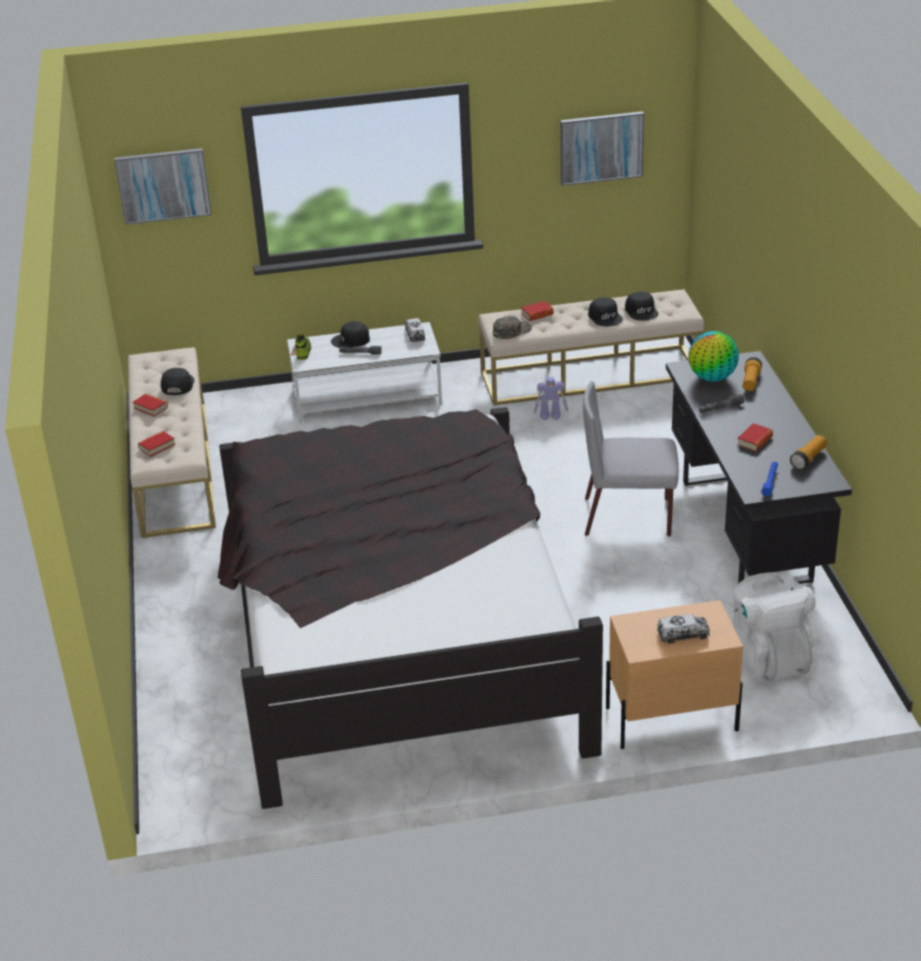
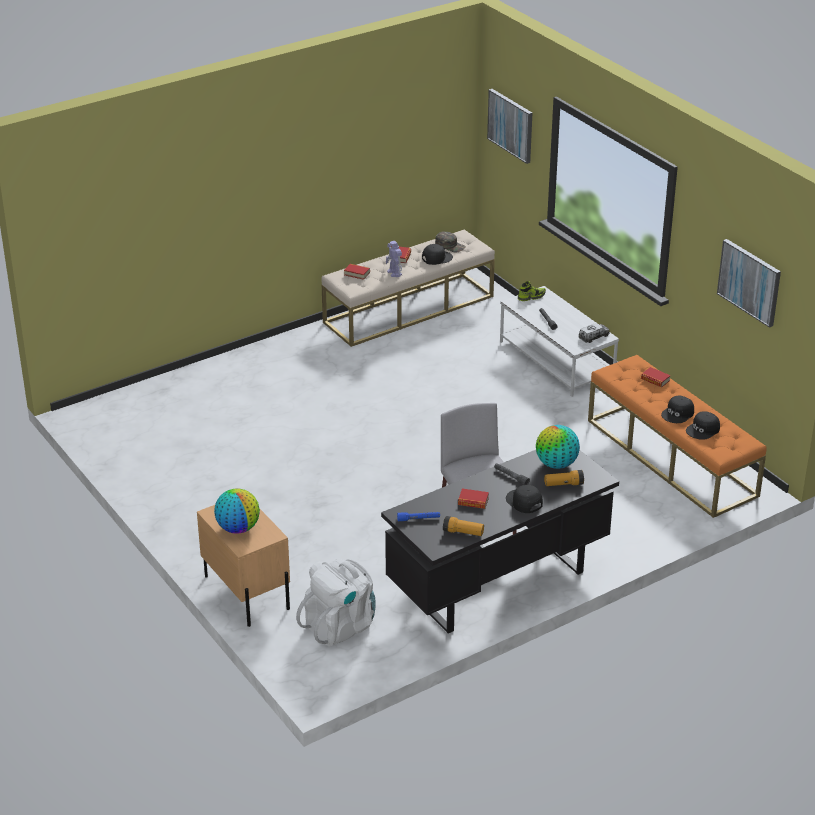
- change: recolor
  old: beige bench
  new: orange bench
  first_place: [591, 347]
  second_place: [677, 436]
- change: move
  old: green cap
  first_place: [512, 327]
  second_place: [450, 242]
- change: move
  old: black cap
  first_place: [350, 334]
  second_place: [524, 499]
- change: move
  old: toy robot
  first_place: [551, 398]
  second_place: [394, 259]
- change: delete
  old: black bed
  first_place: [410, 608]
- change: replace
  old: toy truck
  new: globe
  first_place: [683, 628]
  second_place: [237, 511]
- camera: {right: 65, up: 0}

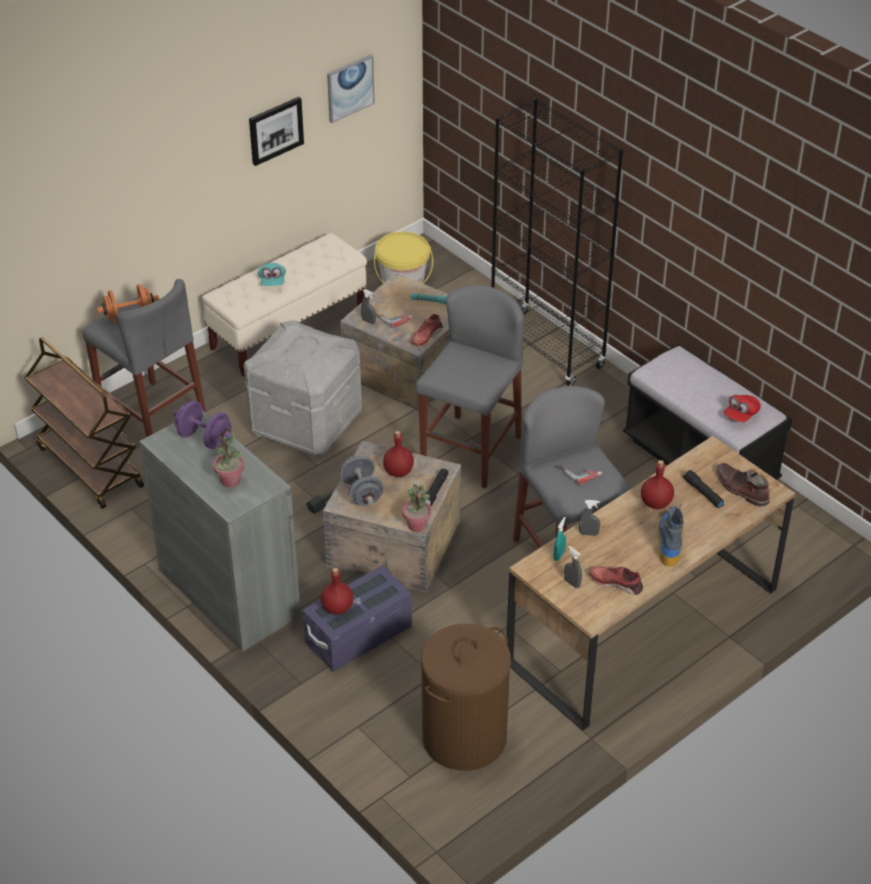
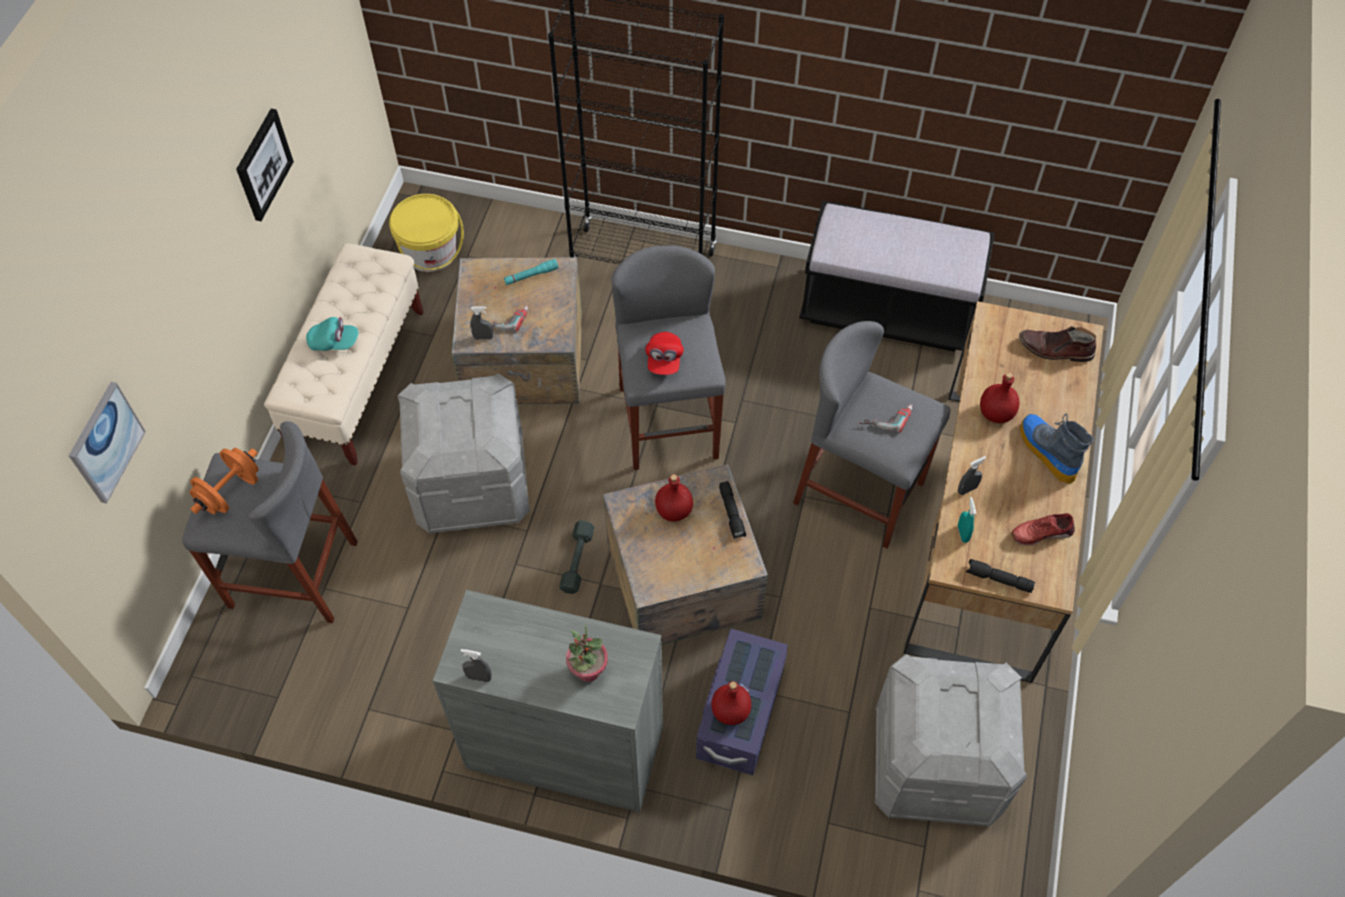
- change: move
  old: picture
  first_place: [351, 88]
  second_place: [107, 443]
- change: rotate
  old: turquoise cap
  first_place: [272, 274]
  second_place: [332, 334]
  degrees: -45
- change: delete
  old: red shoe
  first_place: [427, 330]
- change: delete
  old: brown cart
  first_place: [84, 423]
- change: move
  old: red cap
  first_place: [742, 408]
  second_place: [664, 353]
- change: delete
  old: purple dumbbell
  first_place: [202, 425]
- change: delete
  old: grey dumbbell
  first_place: [362, 480]
- change: move
  old: black flashlight
  first_place: [703, 489]
  second_place: [1000, 576]
- change: delete
  old: potted plant
  first_place: [416, 508]
- change: move
  old: grey spray bottle
  first_place: [573, 567]
  second_place: [476, 665]
- change: replace
  old: brown laundry basket
  new: grey storage box
  first_place: [466, 697]
  second_place: [951, 740]
- camera: {right: -35, up: 15}

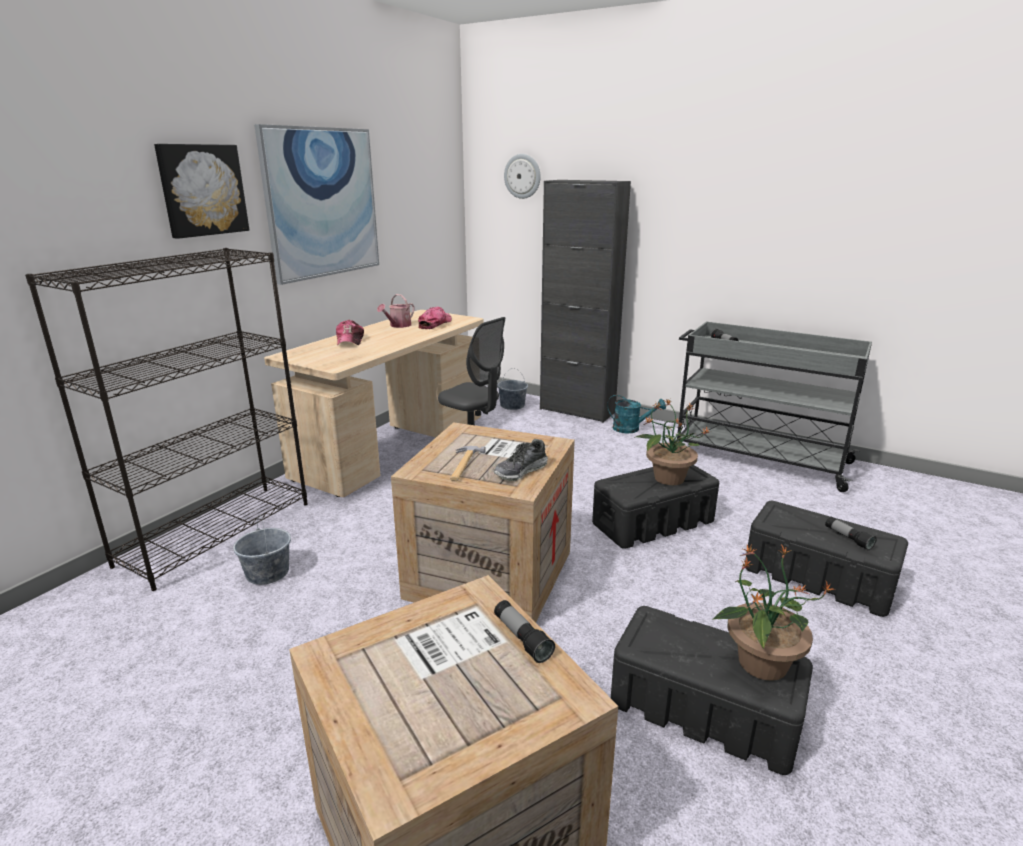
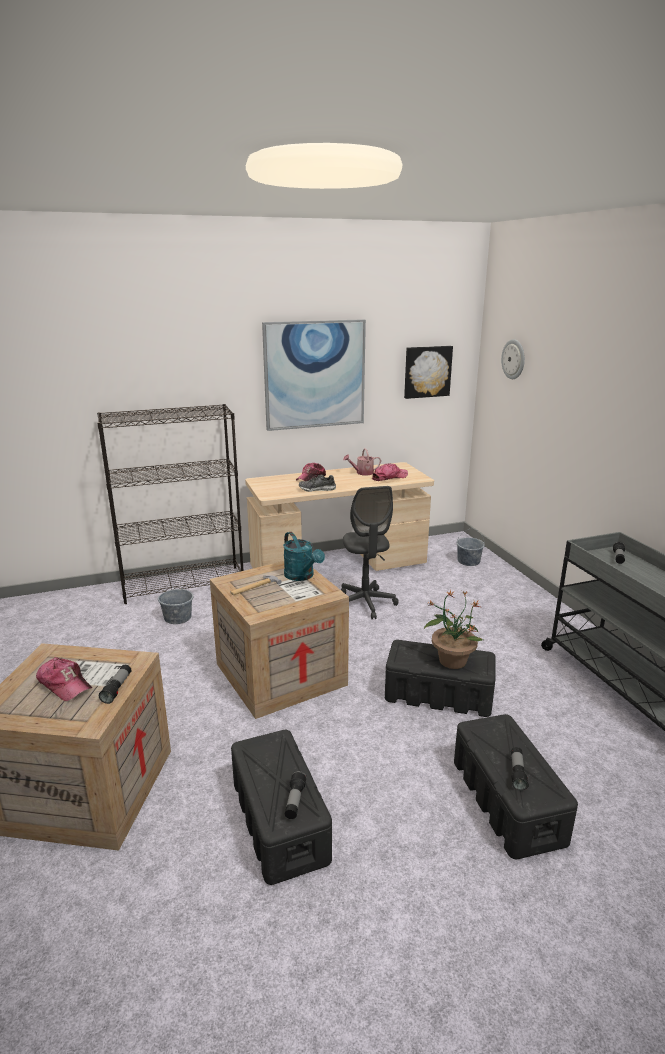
- change: move
  old: picture
  first_place: [201, 191]
  second_place: [428, 372]
- change: delete
  old: black cabinet
  first_place: [585, 301]
- change: move
  old: turquoise watering can
  first_place: [636, 414]
  second_place: [304, 556]
- change: move
  old: shoe
  first_place: [521, 460]
  second_place: [317, 483]
- change: replace
  old: potted plant
  new: flashlight
  first_place: [773, 613]
  second_place: [296, 795]
- change: insert
  new: cap
  second_place: [64, 679]
- camera: {right: 40, up: 0}

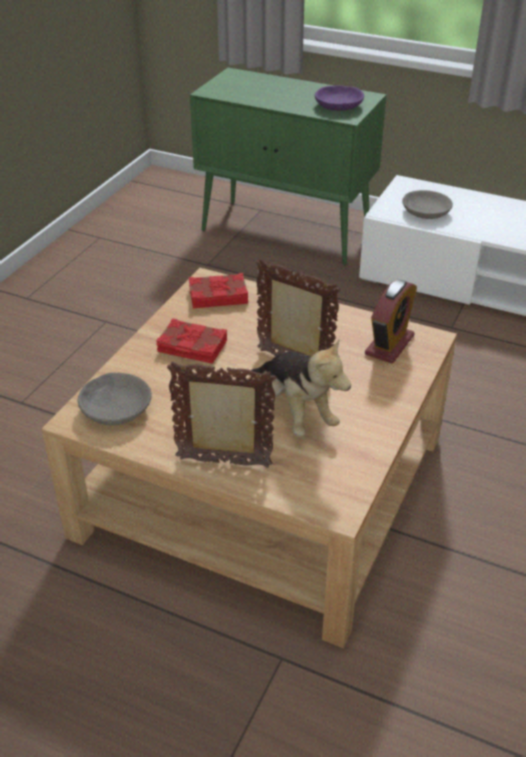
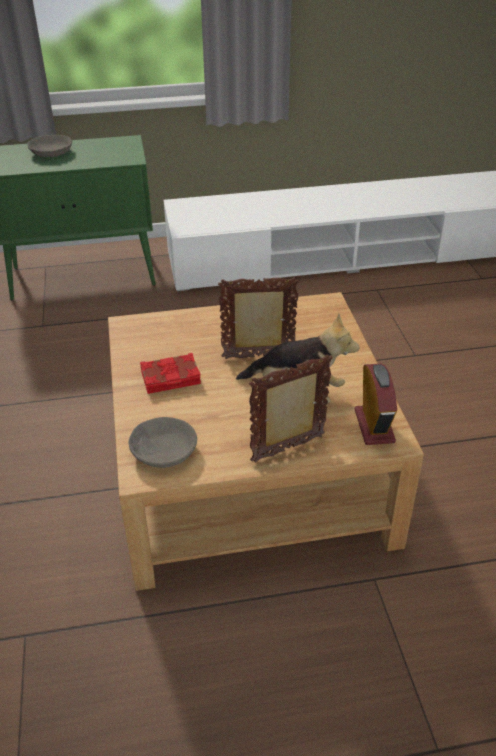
- change: delete
  old: purple bowl
  first_place: [339, 98]
- change: move
  old: grey bowl
  first_place: [427, 204]
  second_place: [49, 146]
- change: delete
  old: red book
  first_place: [218, 290]
- change: move
  old: alarm clock
  first_place: [391, 321]
  second_place: [376, 404]
- camera: {right: -35, up: 0}

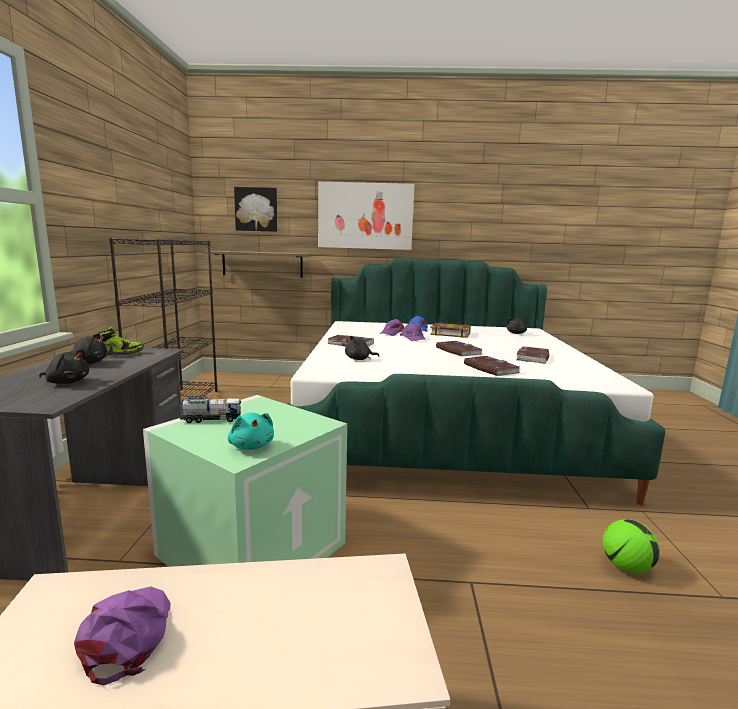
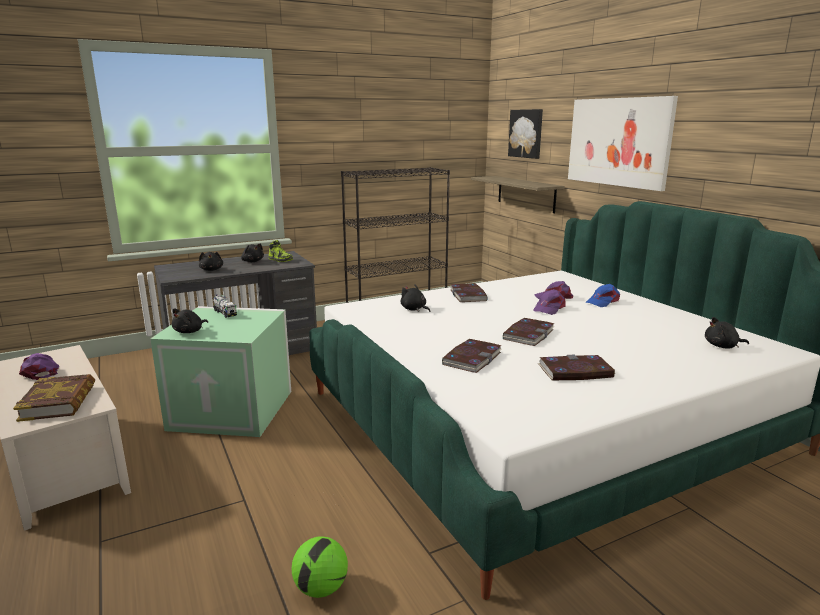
- change: move
  old: book
  first_place: [450, 330]
  second_place: [54, 398]
- change: recolor
  old: turquoise plush toy
  new: black plush toy
  first_place: [251, 431]
  second_place: [190, 320]
- change: rotate
  old: purple cap
  first_place: [122, 635]
  second_place: [39, 366]
  degrees: -90
- camera: {right: 60, up: 5}

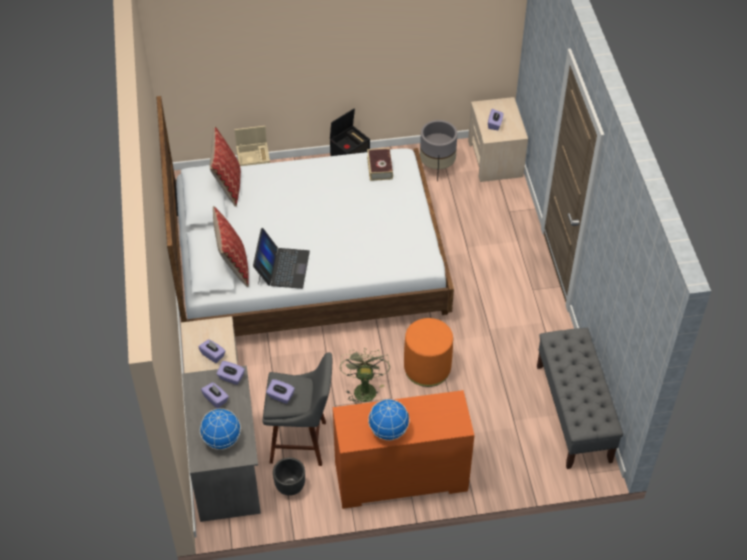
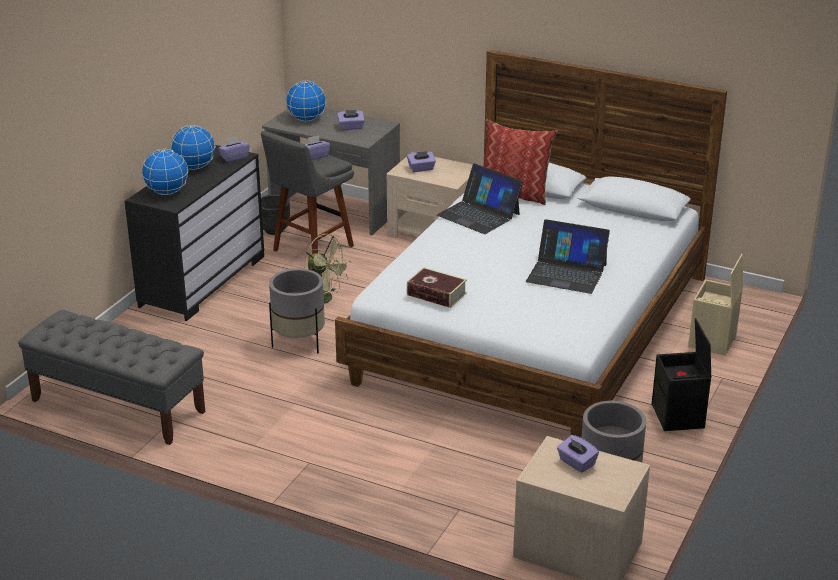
- change: delete
  old: pillow
  first_place: [225, 166]
- change: move
  old: book
  first_place: [380, 164]
  second_place: [437, 287]
- change: replace
  old: orange ottoman
  new: grey planter
  first_place: [428, 352]
  second_place: [297, 310]
- change: move
  old: purple tissue box
  first_place: [230, 373]
  second_place: [234, 149]
- change: recolor
  old: orange dresser
  new: black dresser
  first_place: [404, 449]
  second_place: [194, 233]
- change: insert
  new: globe
  second_place: [165, 172]
- change: insert
  new: laptop
  second_place: [568, 256]
- camera: {right: 125, up: -20}

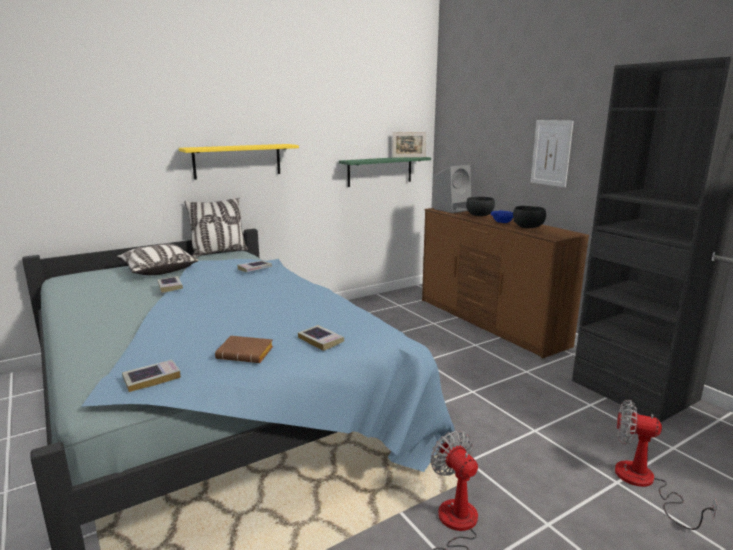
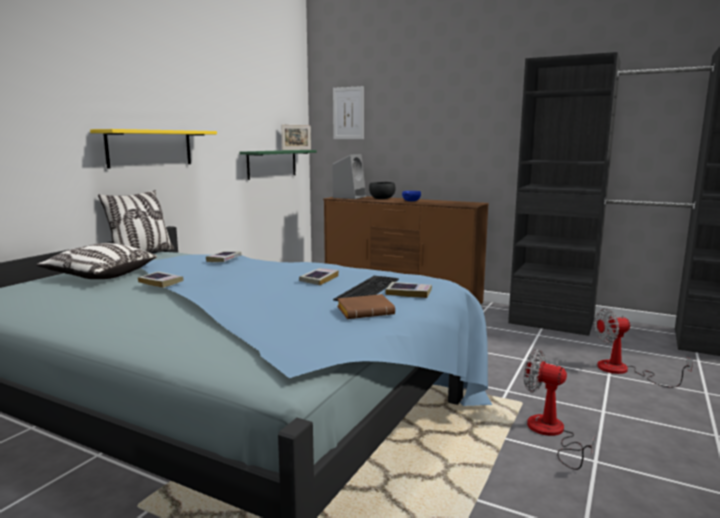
- change: move
  old: picture
  first_place: [552, 153]
  second_place: [348, 112]
- change: delete
  old: black bowl
  first_place: [529, 217]
- change: move
  old: book
  first_place: [151, 376]
  second_place: [319, 276]
- change: insert
  new: keyboard
  second_place: [366, 288]
- camera: {right: -30, up: -5}

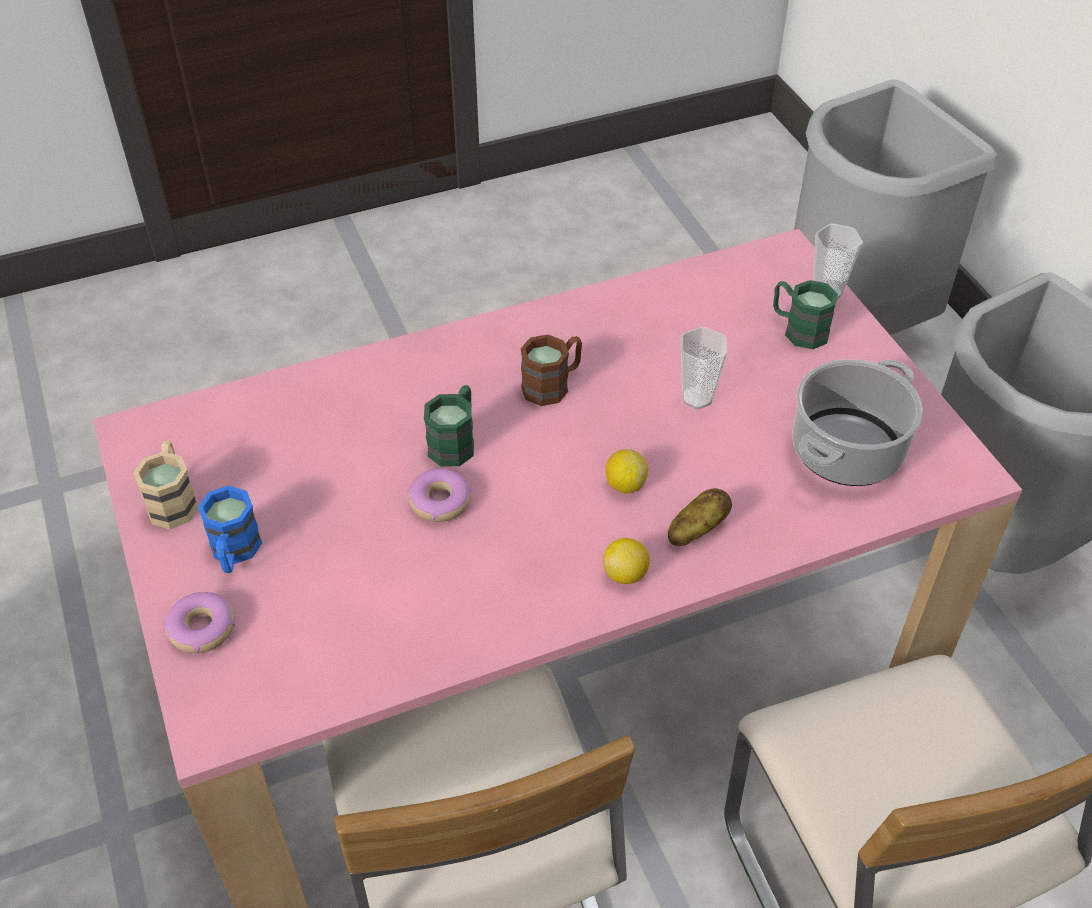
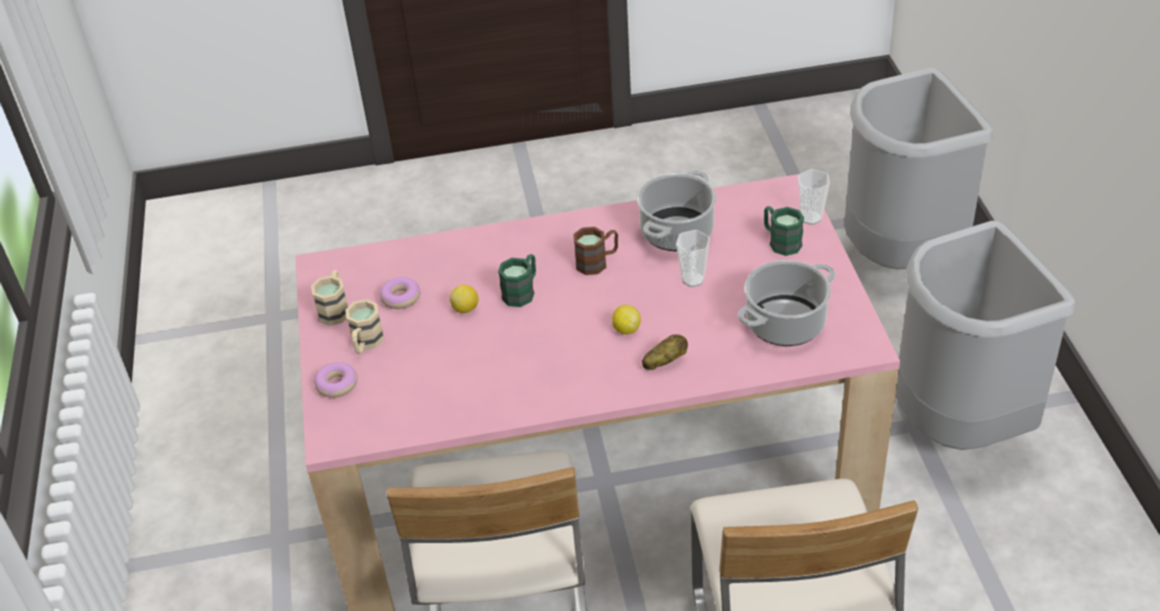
- change: move
  old: donut
  first_place: [440, 495]
  second_place: [400, 293]
- change: recolor
  old: blue mug
  new: beige mug
  first_place: [230, 529]
  second_place: [364, 326]
- change: move
  old: lemon
  first_place: [626, 561]
  second_place: [464, 299]
- change: insert
  new: cooking pot
  second_place: [676, 211]
- camera: {right: 15, up: -5}

